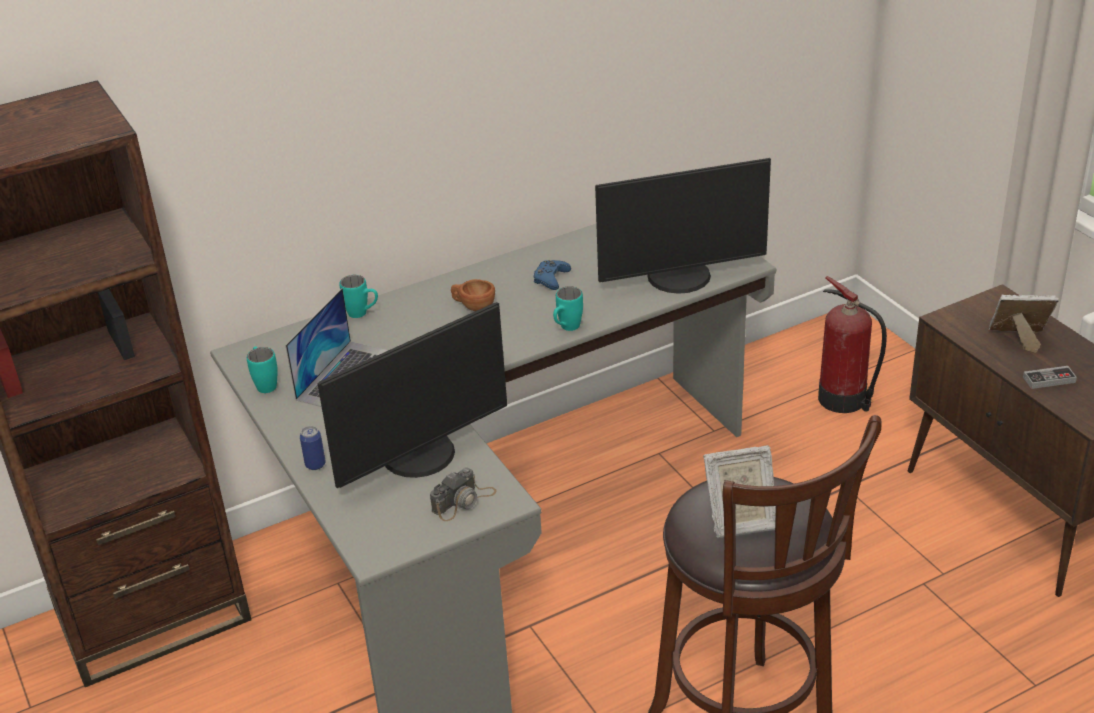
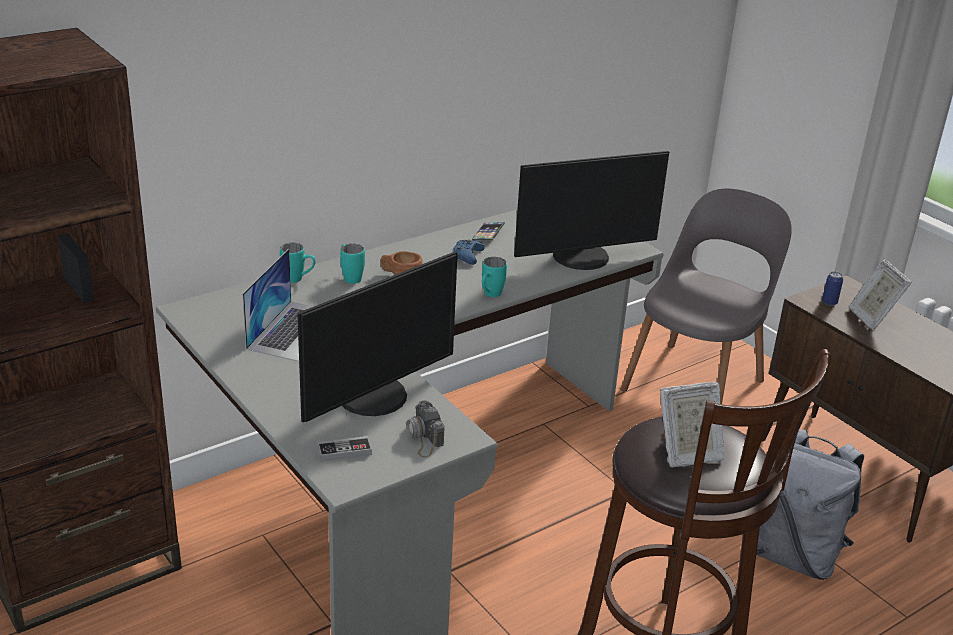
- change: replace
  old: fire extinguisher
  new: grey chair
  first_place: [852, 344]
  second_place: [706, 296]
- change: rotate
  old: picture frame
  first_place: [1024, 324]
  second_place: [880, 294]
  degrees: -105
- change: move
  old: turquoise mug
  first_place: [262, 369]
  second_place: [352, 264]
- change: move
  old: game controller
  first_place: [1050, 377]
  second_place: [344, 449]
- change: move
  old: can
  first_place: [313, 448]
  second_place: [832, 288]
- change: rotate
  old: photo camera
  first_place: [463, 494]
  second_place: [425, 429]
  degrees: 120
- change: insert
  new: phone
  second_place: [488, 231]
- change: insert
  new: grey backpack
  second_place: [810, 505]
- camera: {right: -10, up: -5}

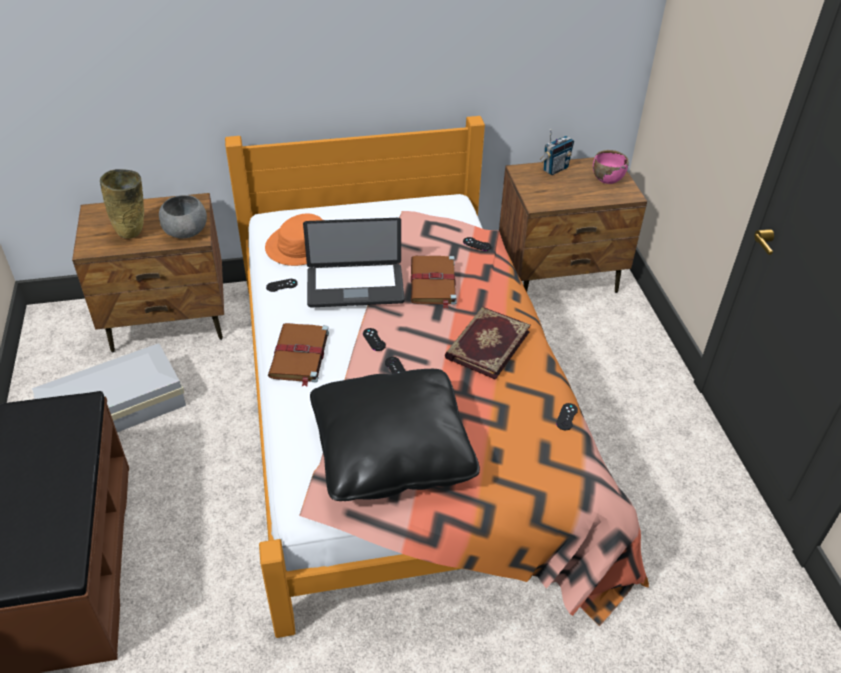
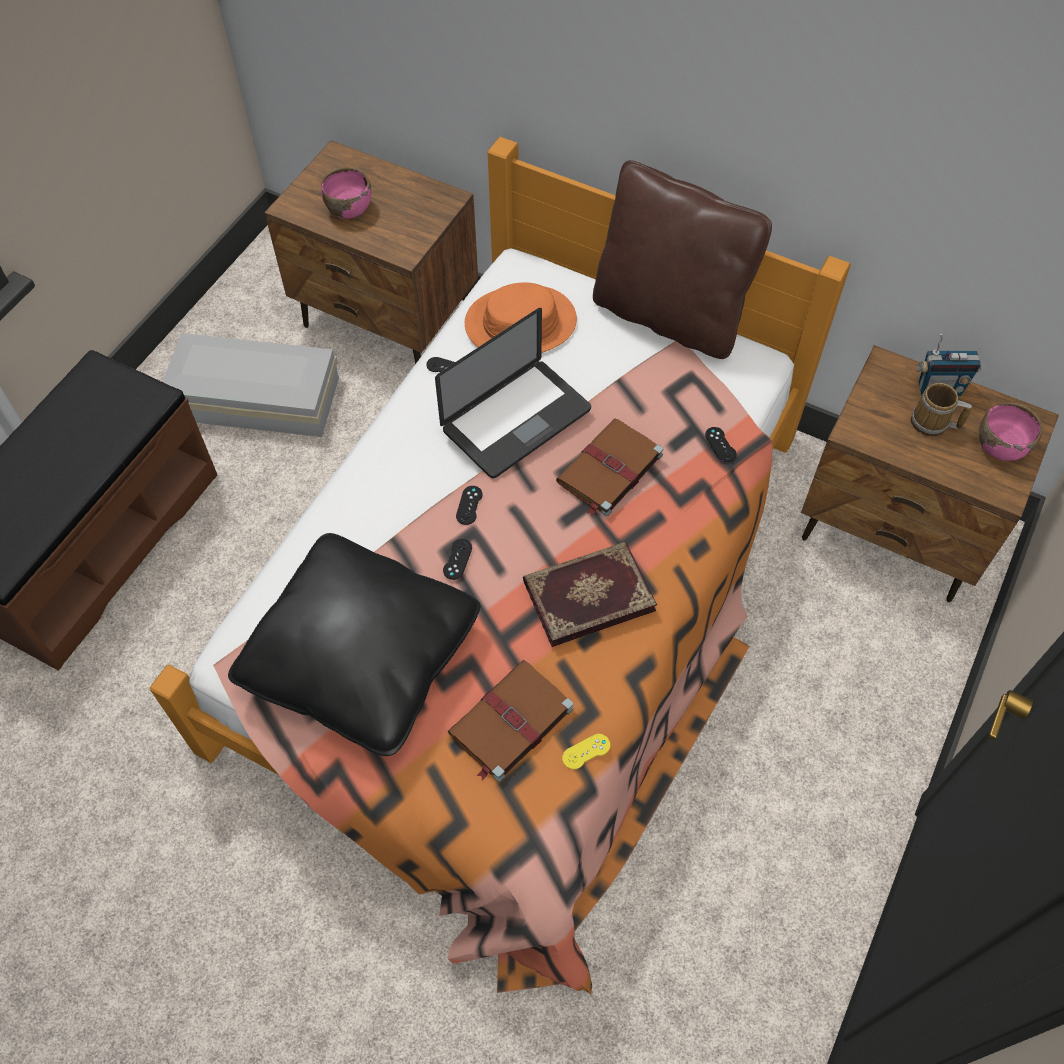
- change: replace
  old: beige vase
  new: pink bowl
  first_place: [122, 204]
  second_place: [346, 193]
- change: delete
  old: grey bowl
  first_place: [183, 216]
- change: rotate
  old: laptop
  first_place: [354, 262]
  second_place: [513, 393]
  degrees: -75
- change: move
  old: brown book
  first_place: [298, 355]
  second_place: [510, 721]
- change: recolor
  old: black game controller
  new: yellow game controller
  first_place: [567, 416]
  second_place: [586, 751]
- change: insert
  new: brown pillow
  second_place: [682, 259]
- change: insert
  new: mug
  second_place: [941, 409]
- camera: {right: 40, up: 15}

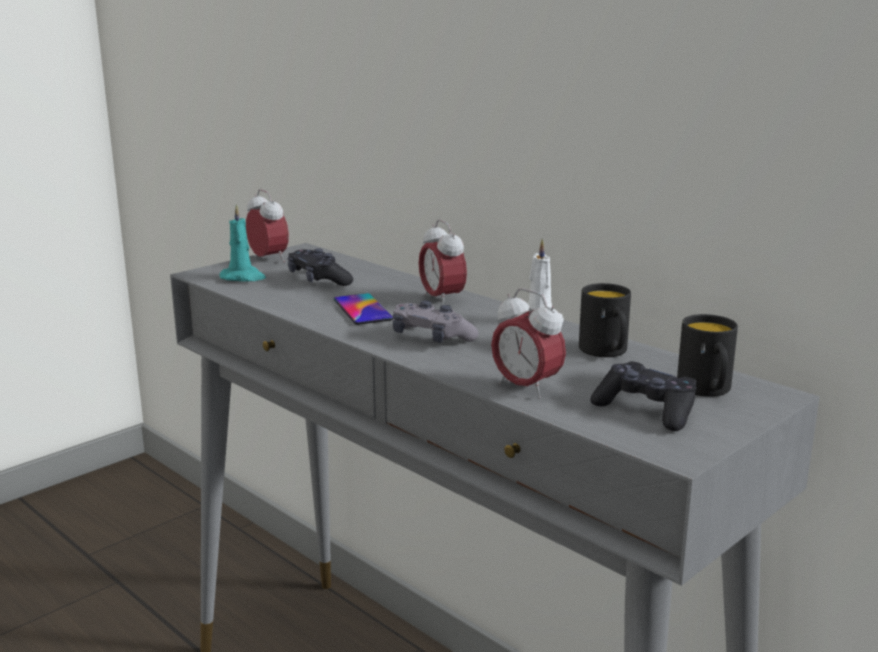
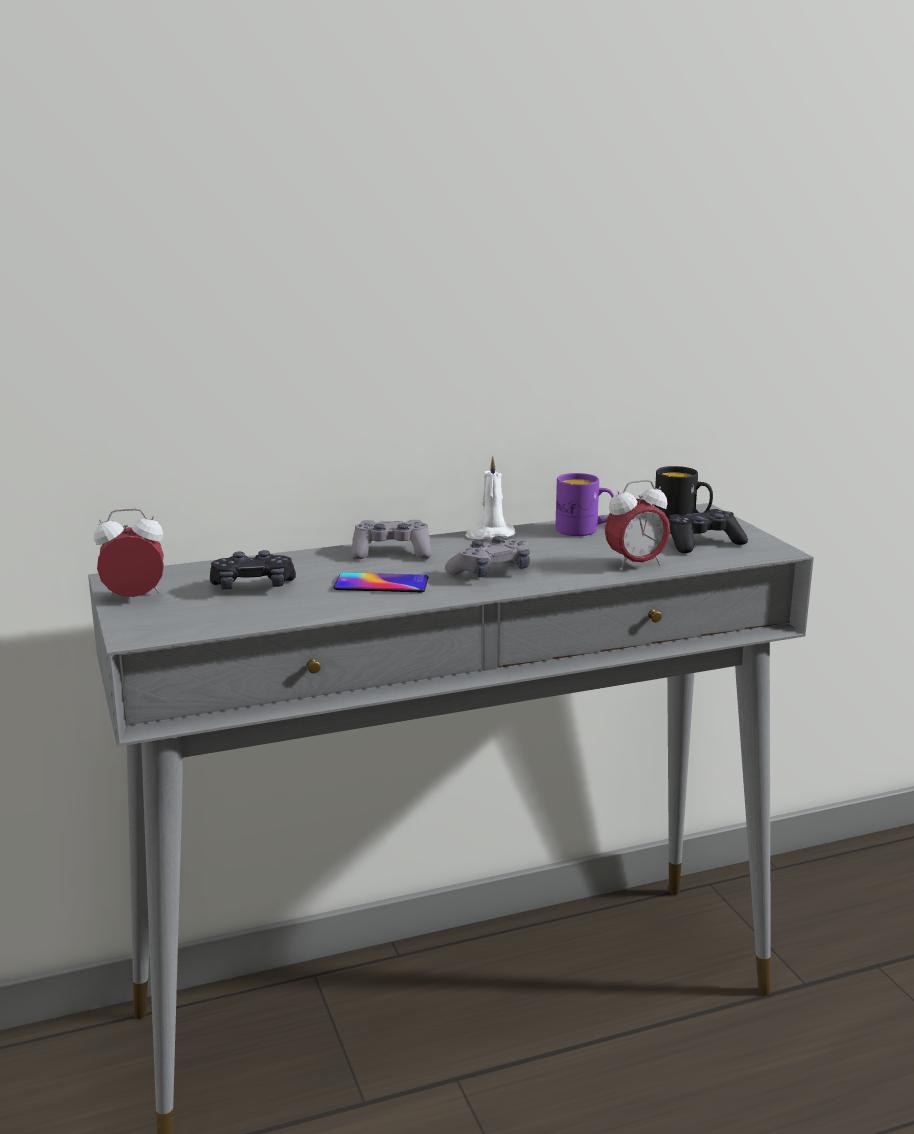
- change: delete
  old: turquoise candle
  first_place: [242, 243]
- change: replace
  old: alarm clock
  new: grey game controller
  first_place: [443, 262]
  second_place: [391, 539]
- change: recolor
  old: black mug
  new: purple mug
  first_place: [605, 320]
  second_place: [584, 504]
- camera: {right: -65, up: 0}

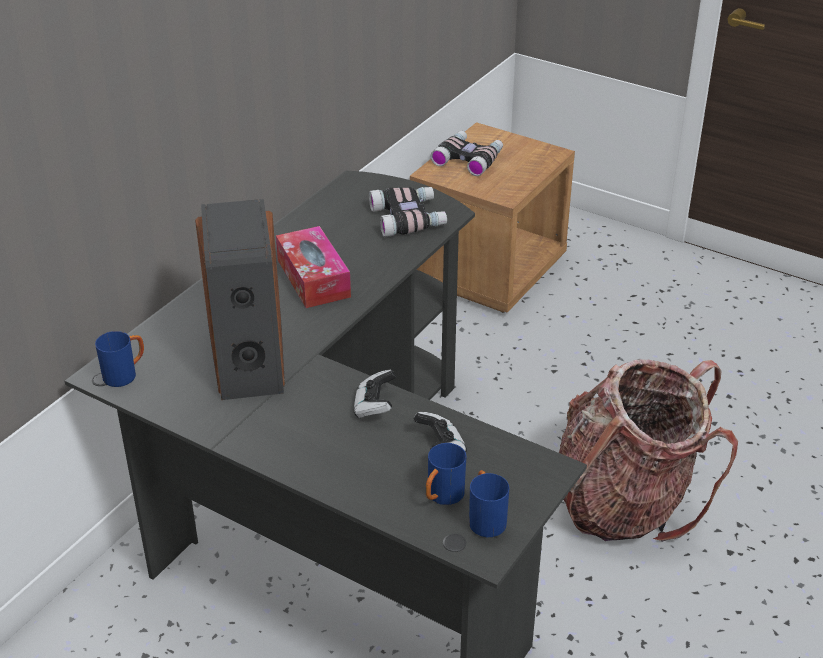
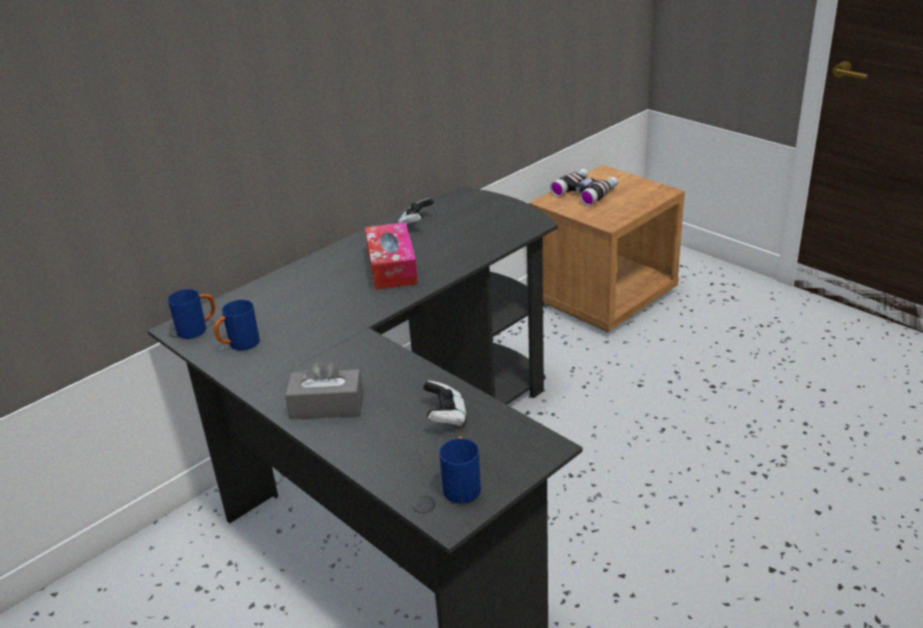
- change: delete
  old: binoculars
  first_place: [408, 212]
- change: delete
  old: speaker
  first_place: [240, 299]
- change: delete
  old: backpack
  first_place: [648, 450]
- change: move
  old: game controller
  first_place: [375, 394]
  second_place: [416, 211]
- change: move
  old: blue mug
  first_place: [446, 474]
  second_place: [237, 325]
- change: insert
  new: grey tissue box
  second_place: [324, 389]
- camera: {right: 15, up: -5}

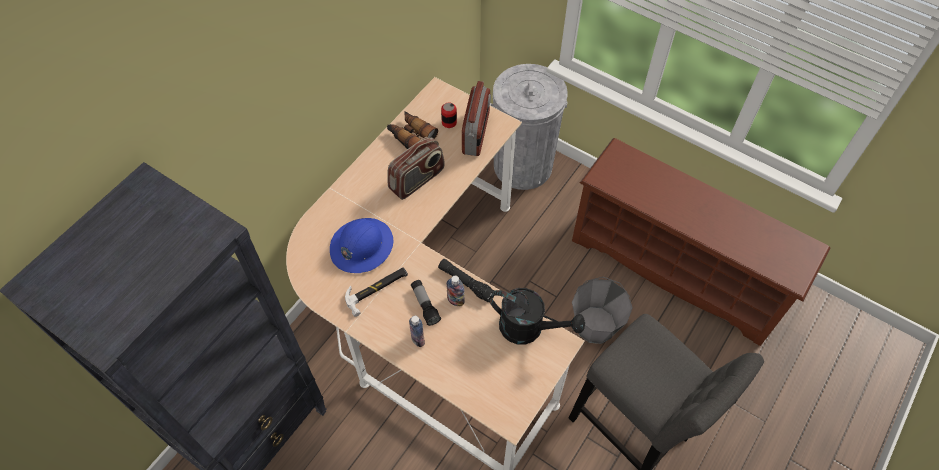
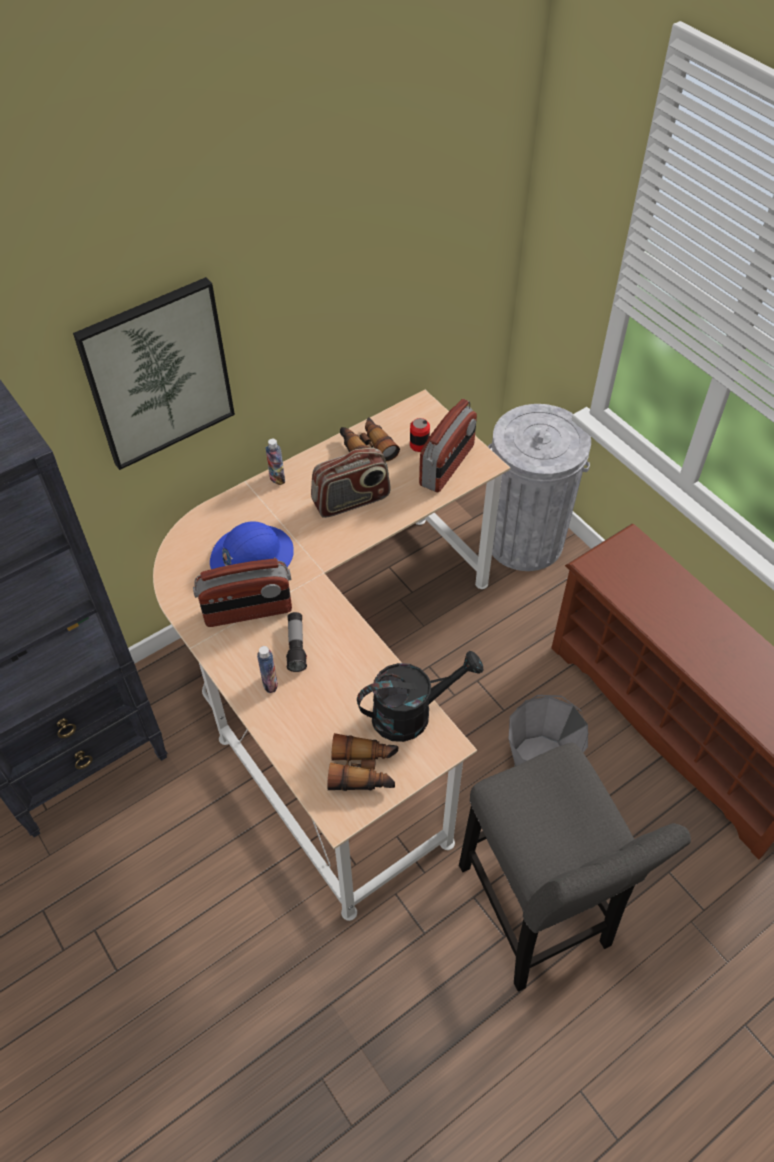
- change: delete
  old: black flashlight
  first_place: [466, 280]
- change: replace
  old: hammer
  new: radio
  first_place: [376, 292]
  second_place: [242, 593]
- change: move
  old: bottle
  first_place: [455, 291]
  second_place: [275, 462]
- change: rotate
  old: black watering can
  first_place: [537, 316]
  second_place: [420, 696]
  degrees: -60
- change: insert
  new: picture
  second_place: [154, 373]
- change: insert
  new: binoculars
  second_place: [362, 762]
- camera: {right: 20, up: -5}

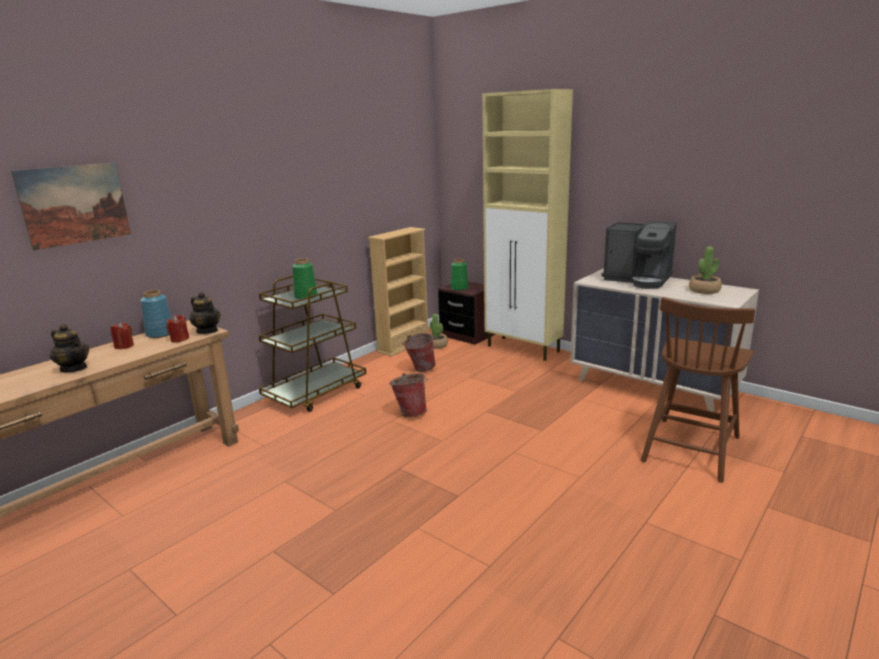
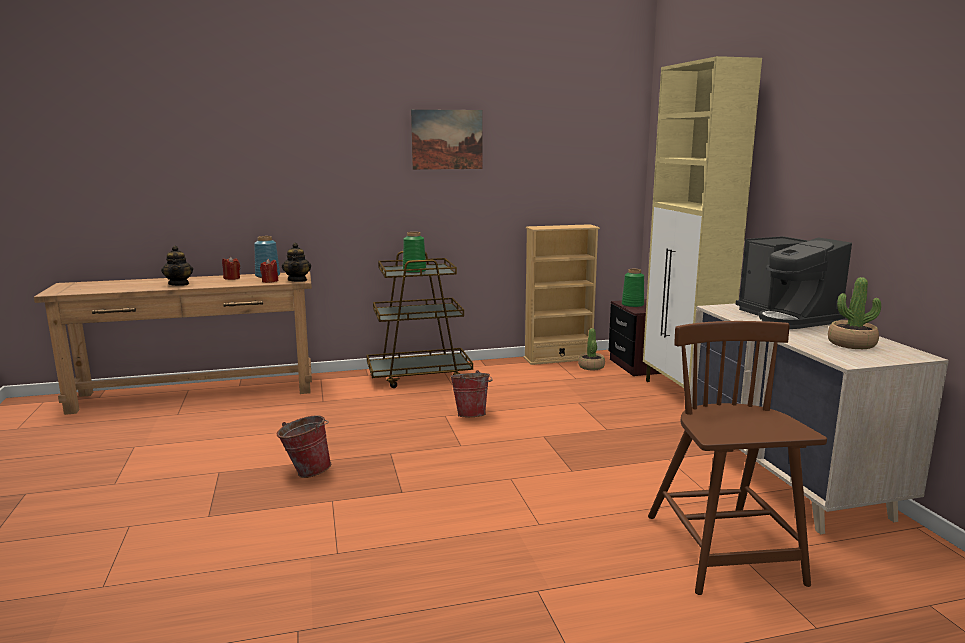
- change: move
  old: picture
  first_place: [71, 206]
  second_place: [447, 139]
- change: rotate
  old: brown chair
  first_place: [698, 390]
  second_place: [737, 458]
  degrees: 105
- change: move
  old: bucket
  first_place: [419, 352]
  second_place: [304, 446]
- camera: {right: 35, up: -5}

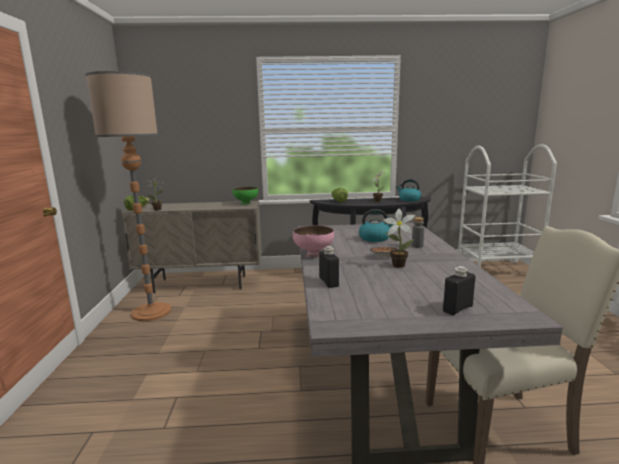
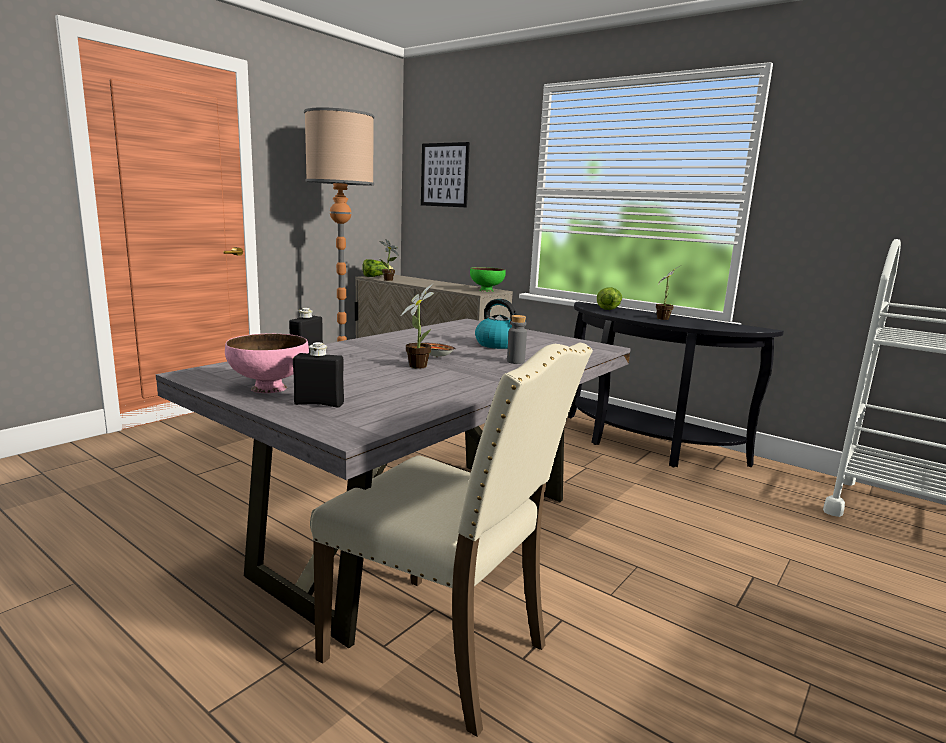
- change: delete
  old: kettle
  first_place: [408, 190]
- change: move
  old: pink bowl
  first_place: [313, 241]
  second_place: [267, 363]
- change: insert
  new: picture
  second_place: [445, 174]
- camera: {right: 40, up: 0}

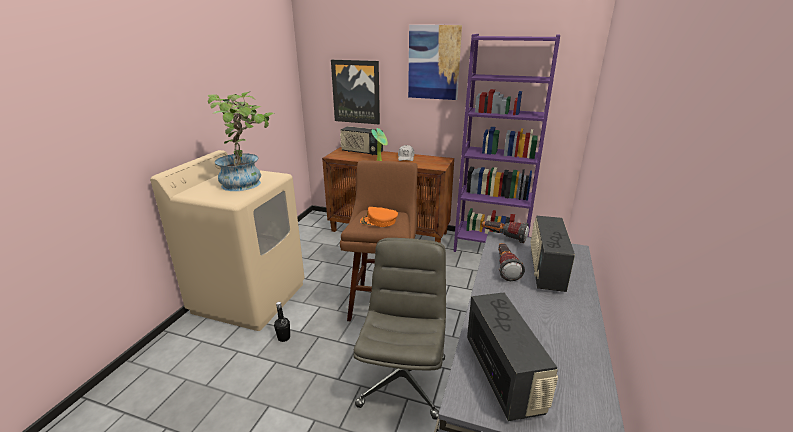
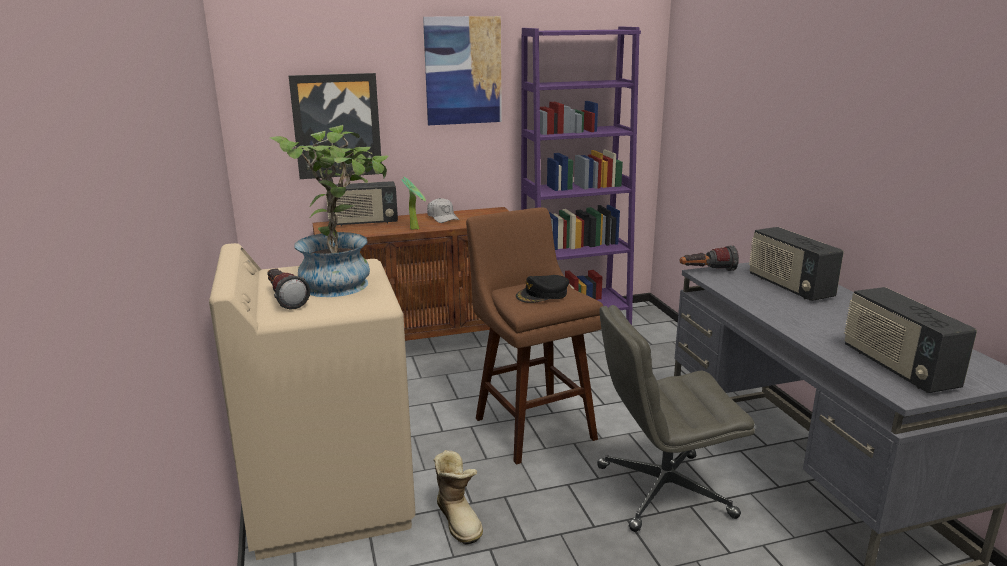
- change: recolor
  old: orange cap
  new: black cap
  first_place: [379, 217]
  second_place: [542, 289]
- change: rotate
  old: grey office chair
  first_place: [399, 329]
  second_place: [676, 418]
  degrees: -75
- change: move
  old: flashlight
  first_place: [511, 262]
  second_place: [288, 289]
- change: rotate
  old: radio
  first_place: [512, 357]
  second_place: [910, 340]
  degrees: -150
- change: replace
  old: black bottle
  new: boot
  first_place: [282, 322]
  second_place: [458, 497]
- camera: {right: -35, up: -5}

